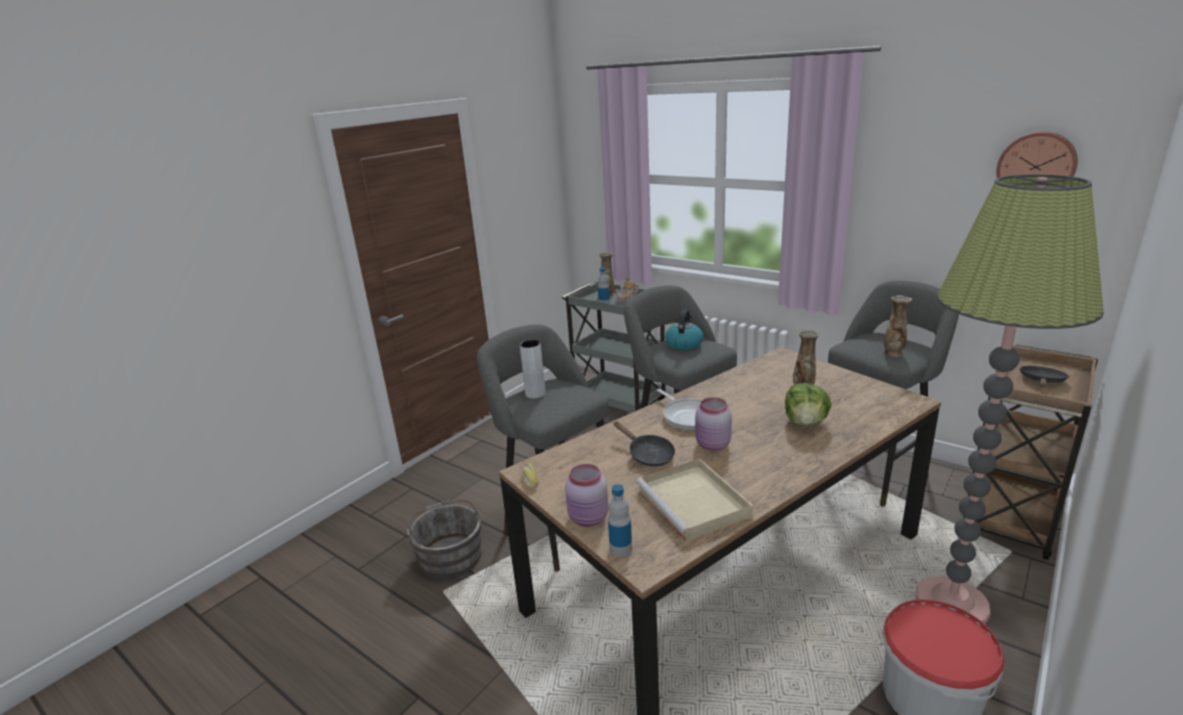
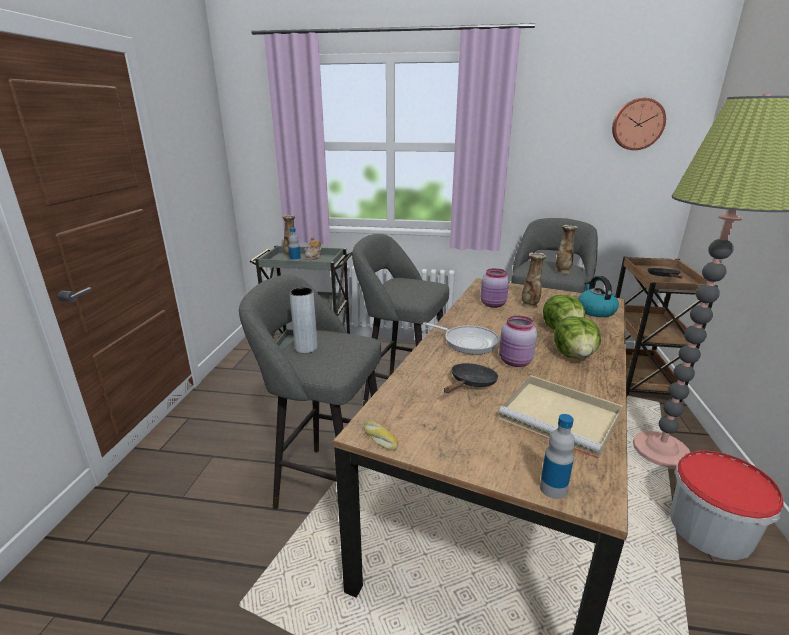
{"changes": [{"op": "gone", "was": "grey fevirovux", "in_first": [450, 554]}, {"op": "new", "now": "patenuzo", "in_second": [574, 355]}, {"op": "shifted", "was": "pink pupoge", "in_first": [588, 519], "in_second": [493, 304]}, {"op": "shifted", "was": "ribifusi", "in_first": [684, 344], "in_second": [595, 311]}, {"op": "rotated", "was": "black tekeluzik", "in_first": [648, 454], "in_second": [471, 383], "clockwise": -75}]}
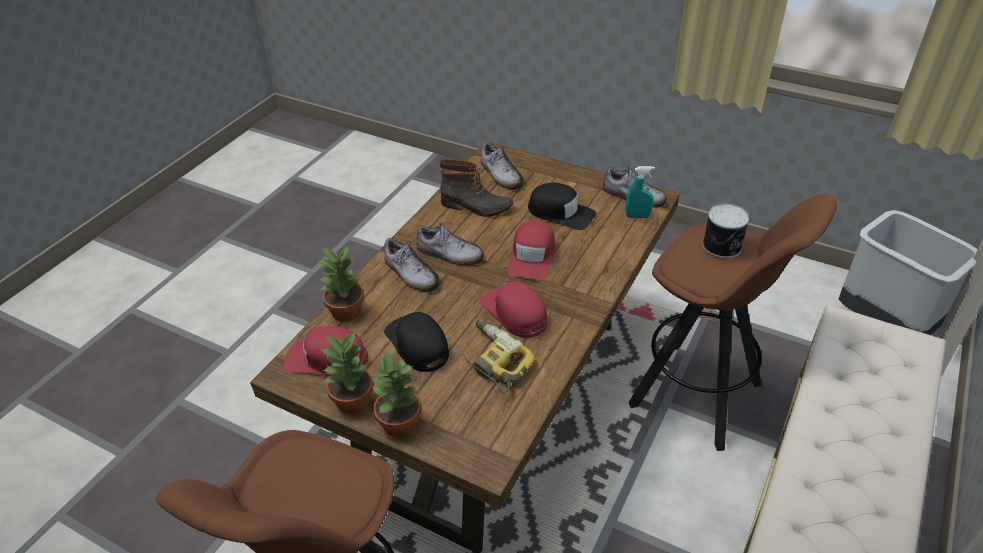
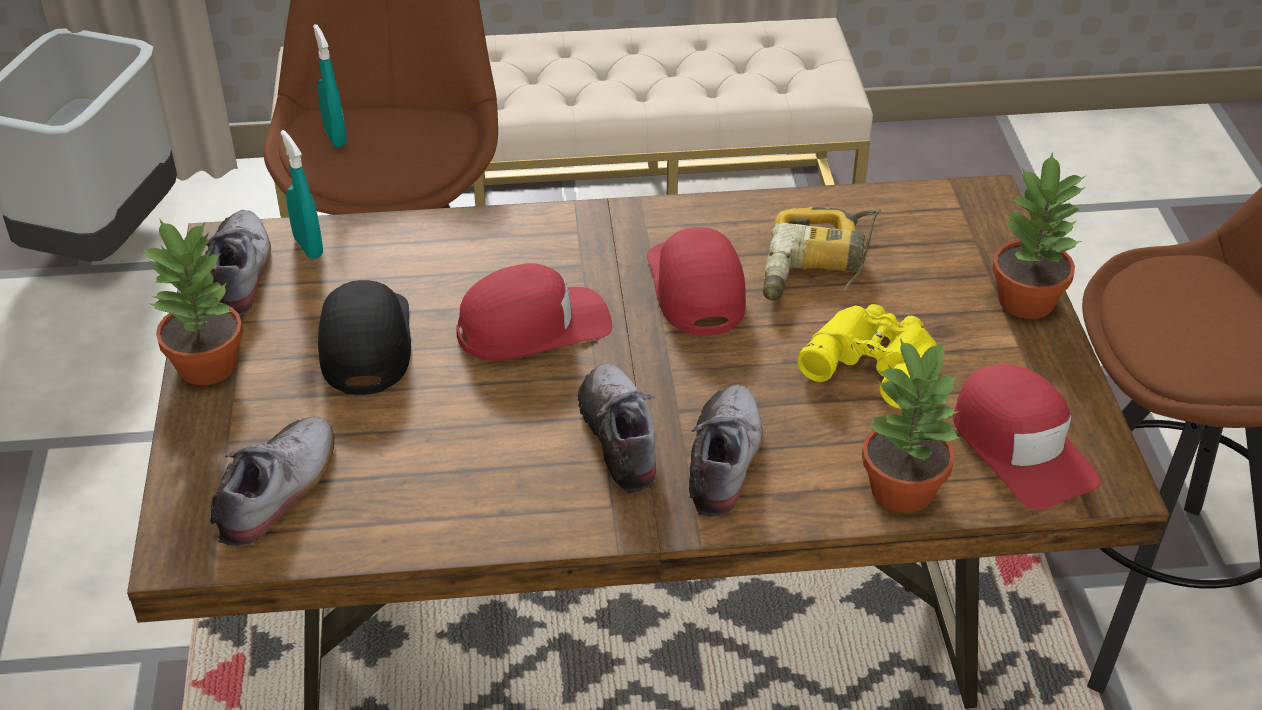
{"changes": [{"op": "gone", "was": "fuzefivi", "in_first": [476, 207]}, {"op": "shifted", "was": "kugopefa", "in_first": [354, 402], "in_second": [208, 364]}, {"op": "swapped", "was": "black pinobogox", "now": "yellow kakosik", "in_first": [417, 344], "in_second": [873, 360]}, {"op": "swapped", "was": "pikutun", "now": "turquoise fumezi", "in_first": [722, 246], "in_second": [335, 136]}, {"op": "rotated", "was": "red pinobogox", "in_first": [514, 312], "in_second": [696, 288], "clockwise": 150}]}
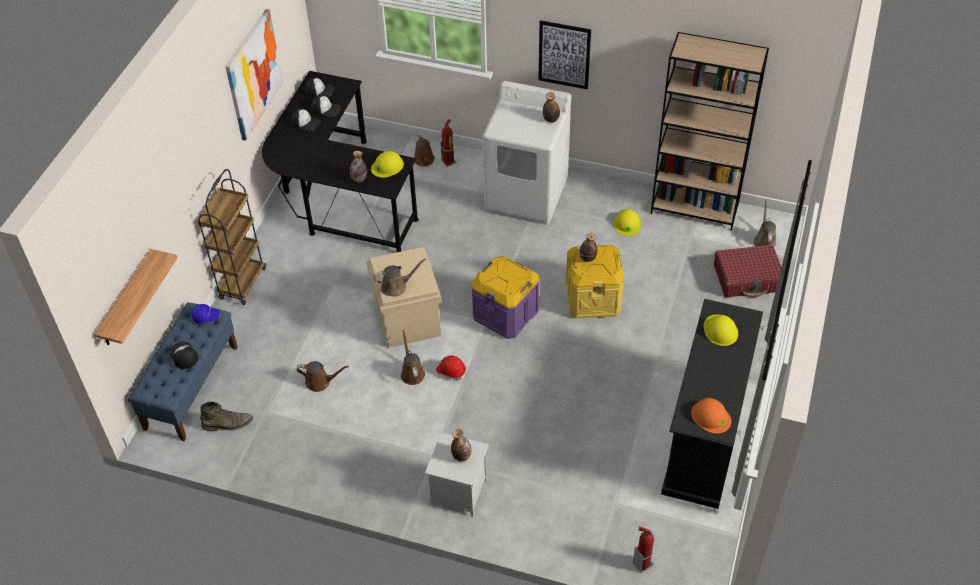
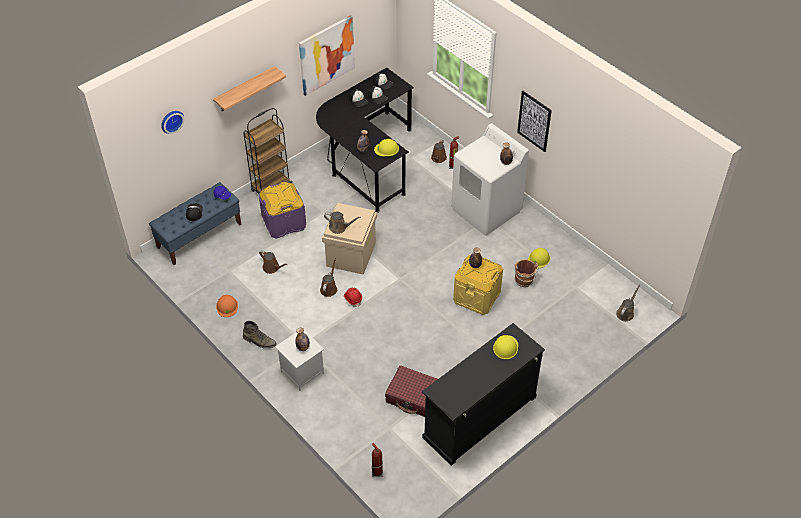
{"changes": [{"op": "gone", "was": "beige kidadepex", "in_first": [695, 209]}, {"op": "new", "now": "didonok", "in_second": [171, 121]}, {"op": "new", "now": "brown fevirovux", "in_second": [524, 281]}, {"op": "shifted", "was": "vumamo", "in_first": [126, 300], "in_second": [245, 89]}, {"op": "shifted", "was": "green fuzefivi", "in_first": [228, 424], "in_second": [259, 341]}, {"op": "shifted", "was": "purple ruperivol", "in_first": [505, 313], "in_second": [284, 222]}, {"op": "shifted", "was": "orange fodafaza", "in_first": [711, 416], "in_second": [227, 306]}, {"op": "shifted", "was": "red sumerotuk", "in_first": [747, 278], "in_second": [414, 396]}]}
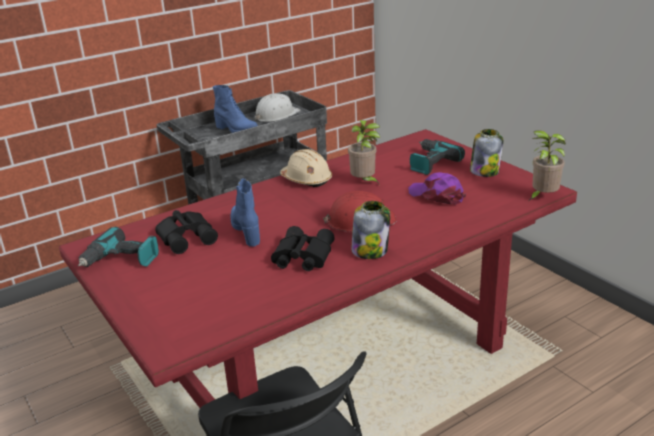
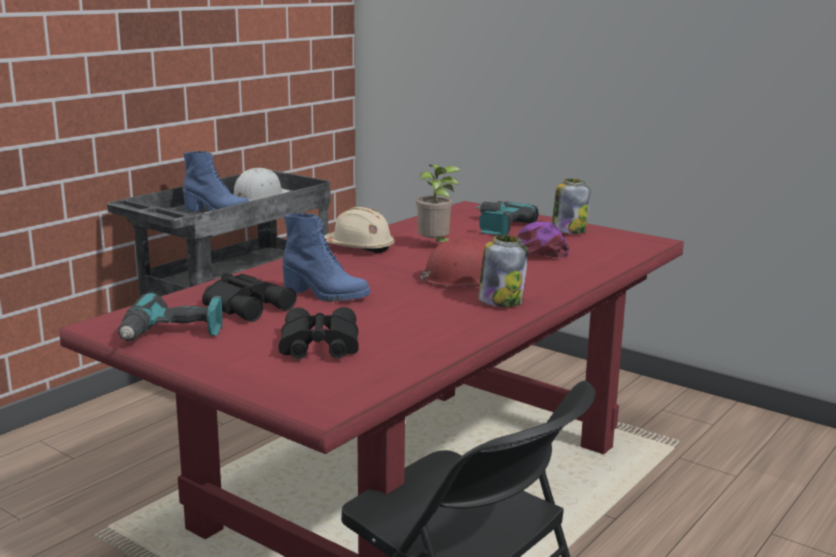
{"changes": [{"op": "gone", "was": "kugopefa", "in_first": [542, 197]}, {"op": "shifted", "was": "black kakosik", "in_first": [301, 257], "in_second": [317, 346]}, {"op": "rotated", "was": "blue fuzefivi", "in_first": [247, 230], "in_second": [325, 295], "clockwise": 150}]}
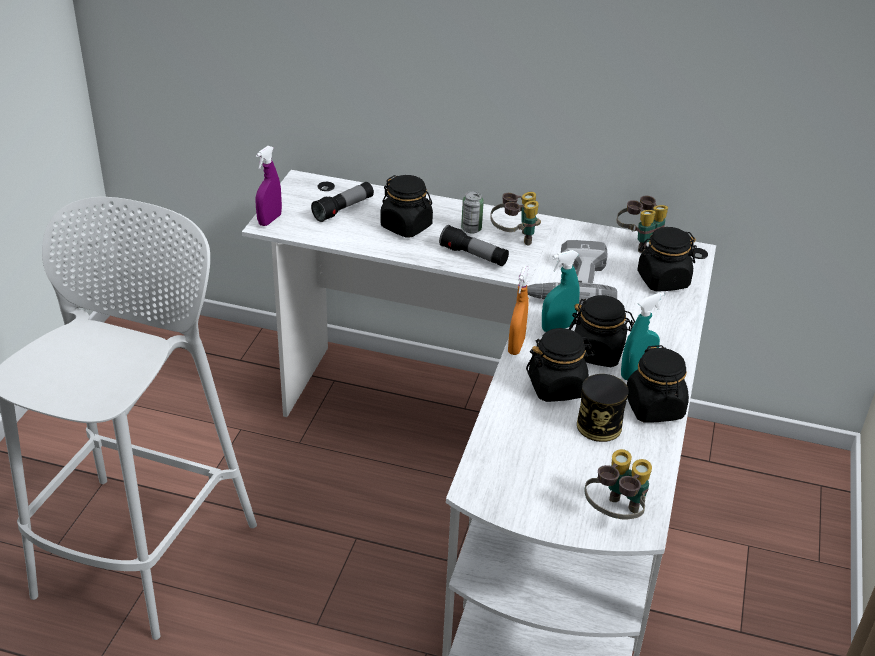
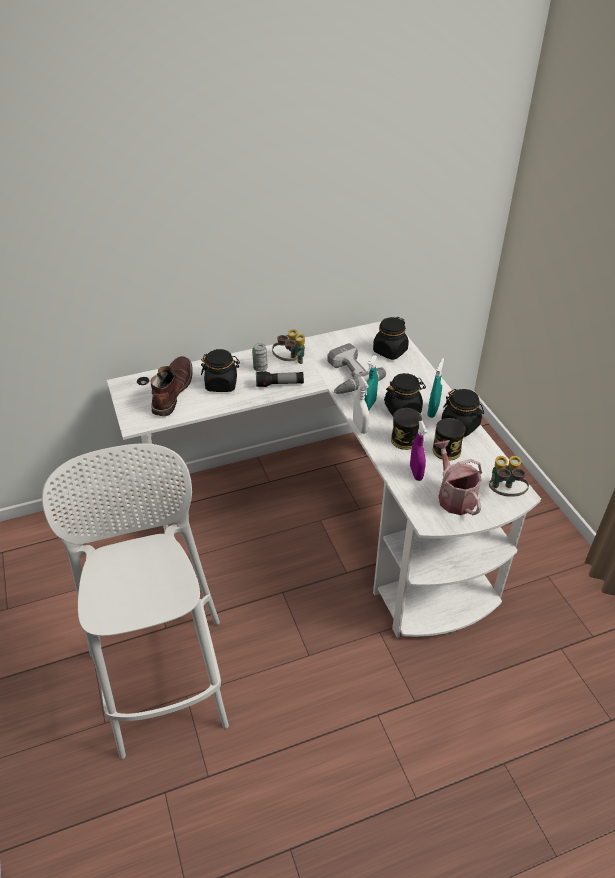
{"changes": [{"op": "gone", "was": "kakosik", "in_first": [639, 242]}, {"op": "new", "now": "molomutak", "in_second": [454, 496]}, {"op": "shifted", "was": "purple fumezi", "in_first": [270, 220], "in_second": [416, 473]}, {"op": "swapped", "was": "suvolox", "now": "brown fuzefivi", "in_first": [343, 209], "in_second": [171, 391]}, {"op": "swapped", "was": "black pupoge", "now": "pikutun", "in_first": [557, 387], "in_second": [404, 440]}, {"op": "repainted", "was": "orange fumezi", "now": "white fumezi", "in_first": [516, 346], "in_second": [360, 427]}]}
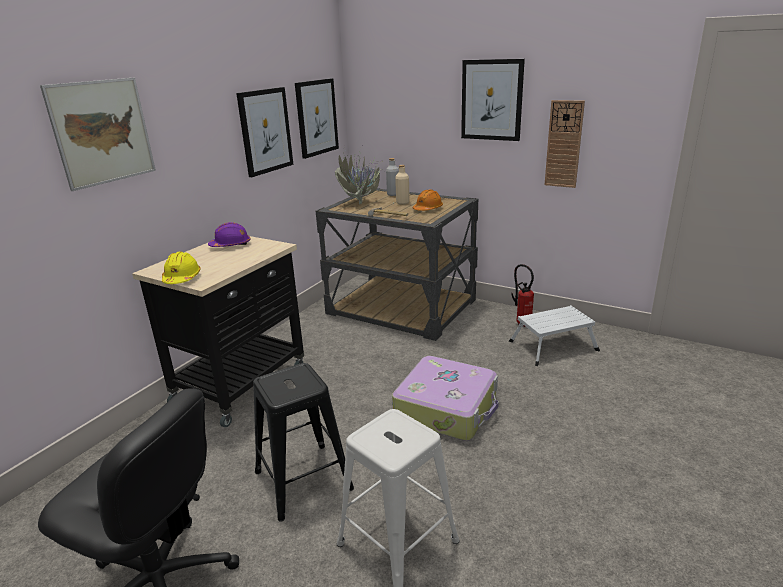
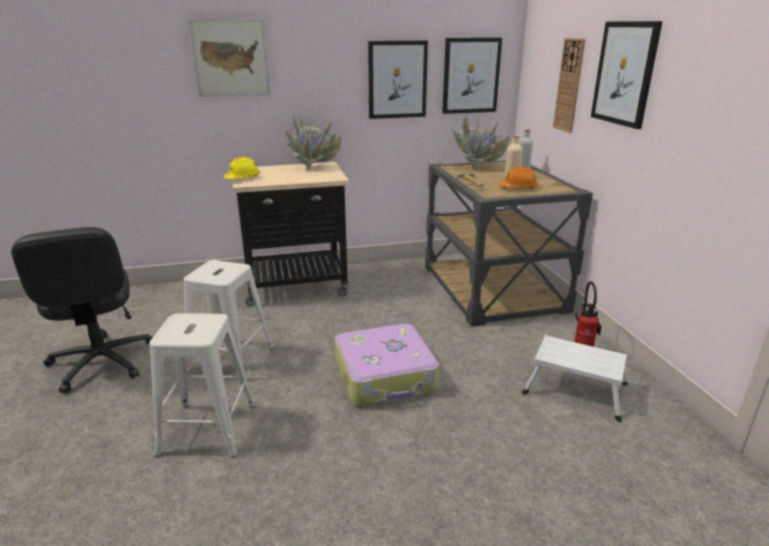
{"changes": [{"op": "shifted", "was": "didonok", "in_first": [564, 144], "in_second": [569, 85]}, {"op": "swapped", "was": "purple fodafaza", "now": "kugopefa", "in_first": [231, 245], "in_second": [313, 168]}, {"op": "repainted", "was": "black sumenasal", "now": "white sumenasal", "in_first": [303, 480], "in_second": [230, 359]}]}
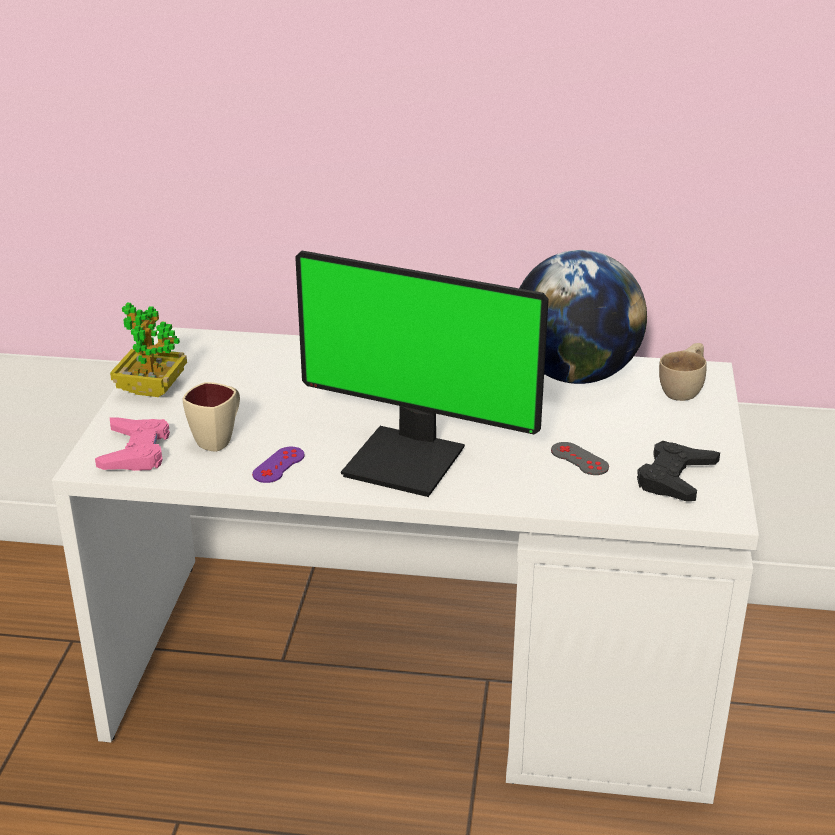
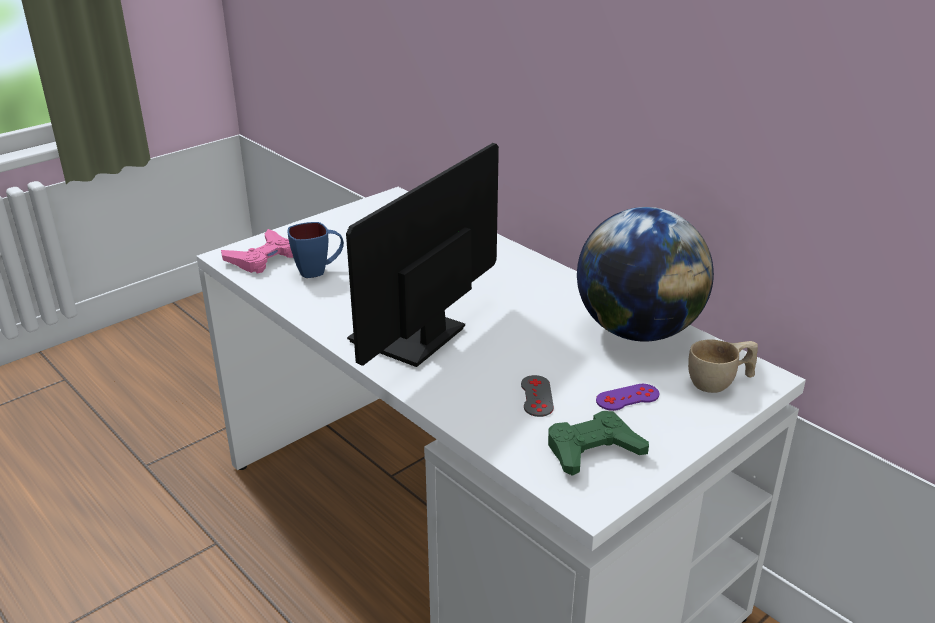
{"changes": [{"op": "gone", "was": "kugopefa", "in_first": [151, 389]}, {"op": "shifted", "was": "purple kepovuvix", "in_first": [278, 465], "in_second": [627, 397]}, {"op": "repainted", "was": "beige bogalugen", "now": "blue bogalugen", "in_first": [219, 439], "in_second": [319, 271]}, {"op": "repainted", "was": "black kepovuvix", "now": "green kepovuvix", "in_first": [675, 478], "in_second": [593, 450]}, {"op": "rotated", "was": "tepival", "in_first": [408, 460], "in_second": [411, 338], "clockwise": 60}]}
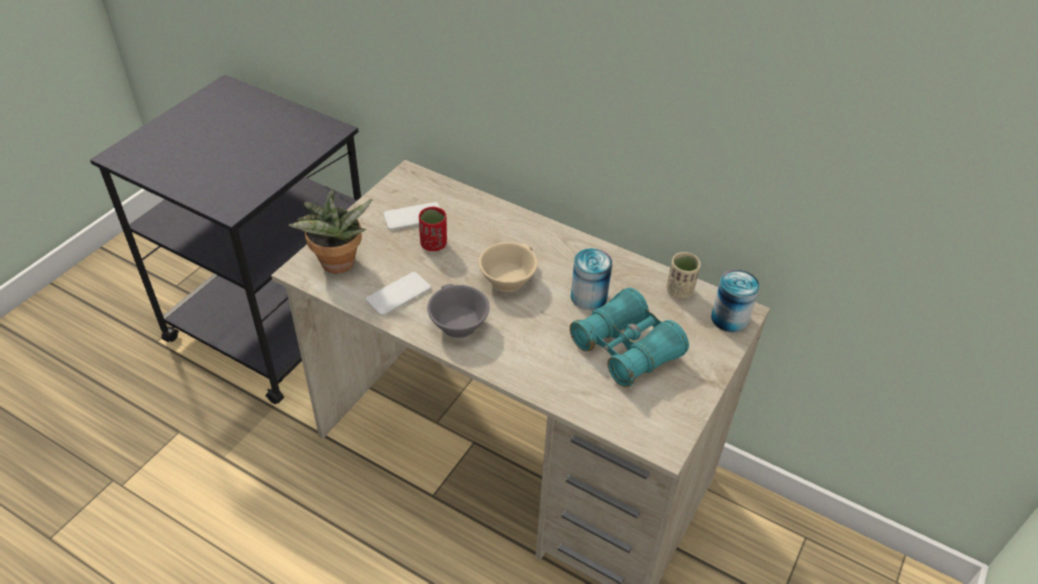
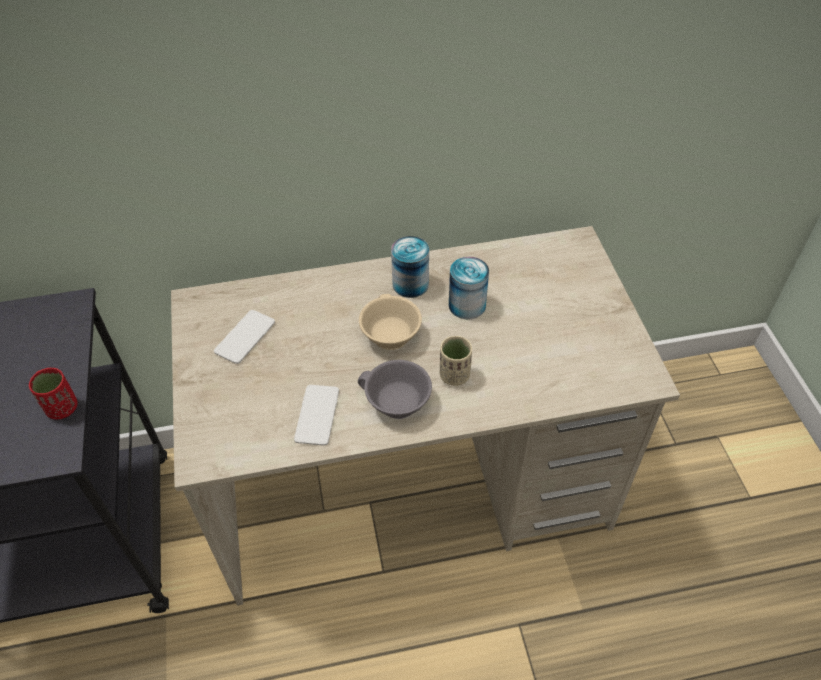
{"changes": [{"op": "gone", "was": "kugopefa", "in_first": [338, 266]}, {"op": "gone", "was": "turquoise kakosik", "in_first": [626, 349]}, {"op": "shifted", "was": "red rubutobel", "in_first": [433, 244], "in_second": [62, 408]}, {"op": "shifted", "was": "beige rubutobel", "in_first": [679, 290], "in_second": [454, 375]}, {"op": "shifted", "was": "pikutun", "in_first": [729, 318], "in_second": [410, 284]}]}
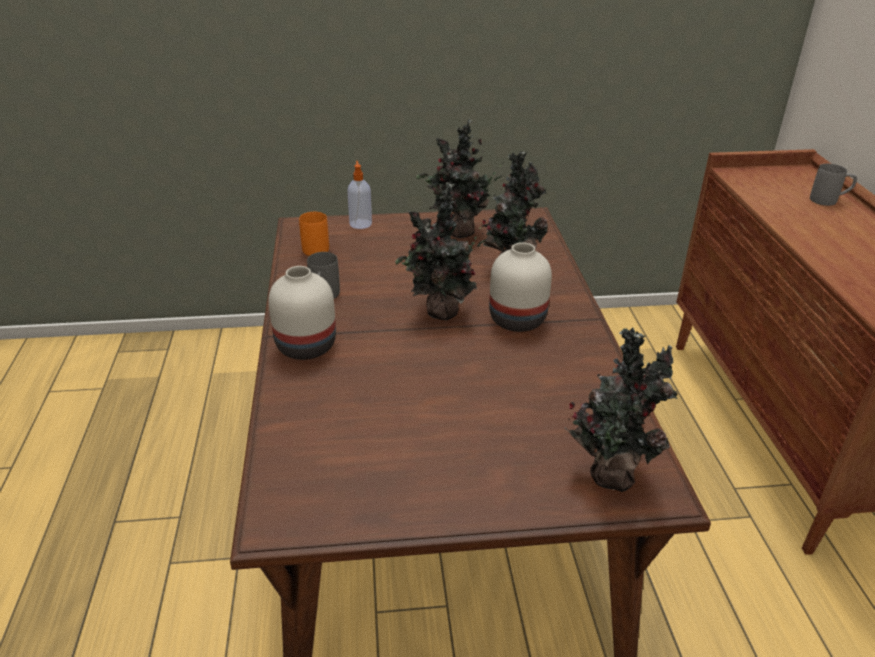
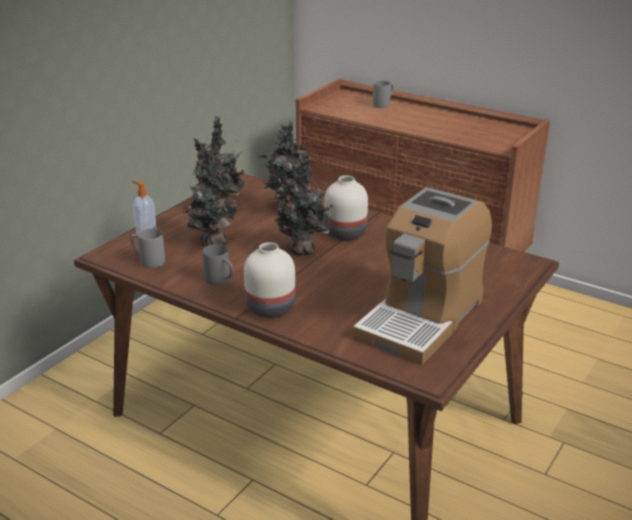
{"changes": [{"op": "new", "now": "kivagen", "in_second": [421, 318]}, {"op": "shifted", "was": "kugopefa", "in_first": [611, 473], "in_second": [211, 243]}, {"op": "repainted", "was": "orange bogalugen", "now": "grey bogalugen", "in_first": [314, 247], "in_second": [148, 261]}]}
